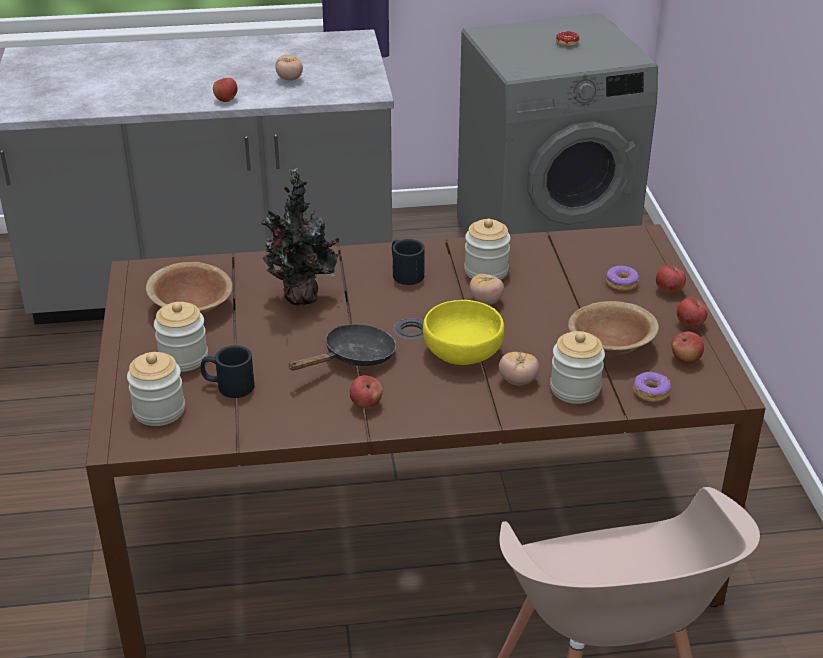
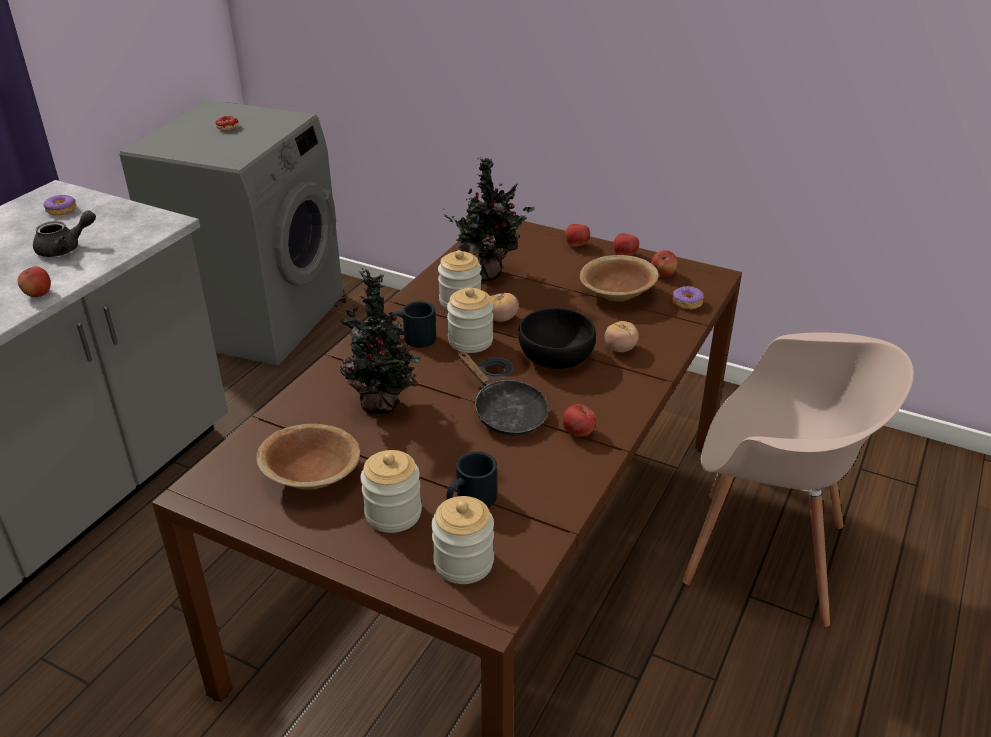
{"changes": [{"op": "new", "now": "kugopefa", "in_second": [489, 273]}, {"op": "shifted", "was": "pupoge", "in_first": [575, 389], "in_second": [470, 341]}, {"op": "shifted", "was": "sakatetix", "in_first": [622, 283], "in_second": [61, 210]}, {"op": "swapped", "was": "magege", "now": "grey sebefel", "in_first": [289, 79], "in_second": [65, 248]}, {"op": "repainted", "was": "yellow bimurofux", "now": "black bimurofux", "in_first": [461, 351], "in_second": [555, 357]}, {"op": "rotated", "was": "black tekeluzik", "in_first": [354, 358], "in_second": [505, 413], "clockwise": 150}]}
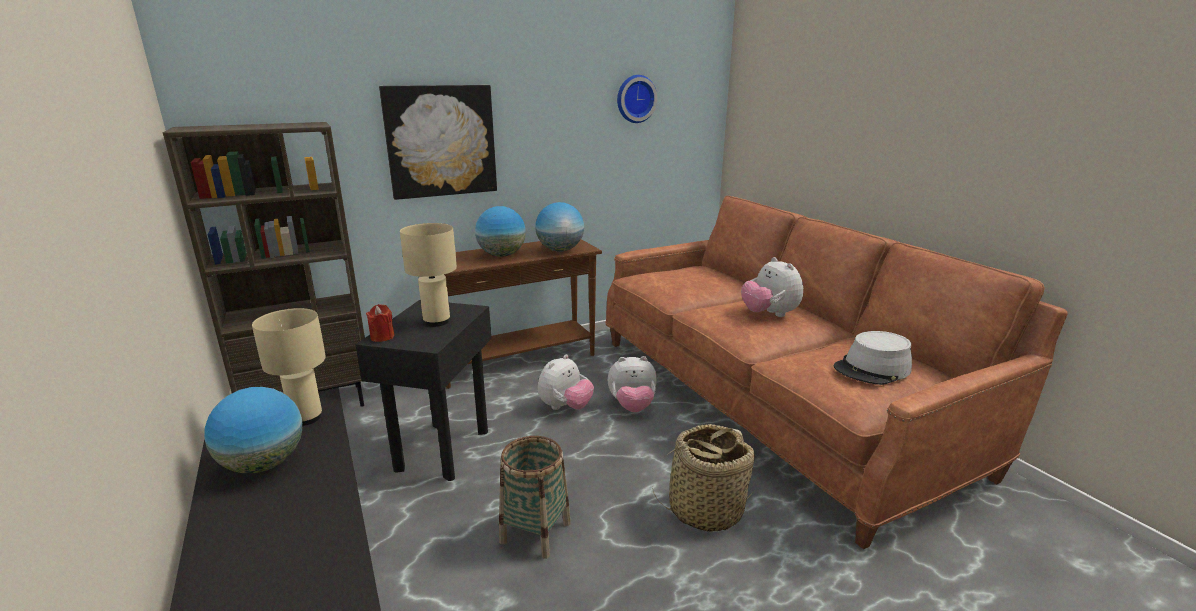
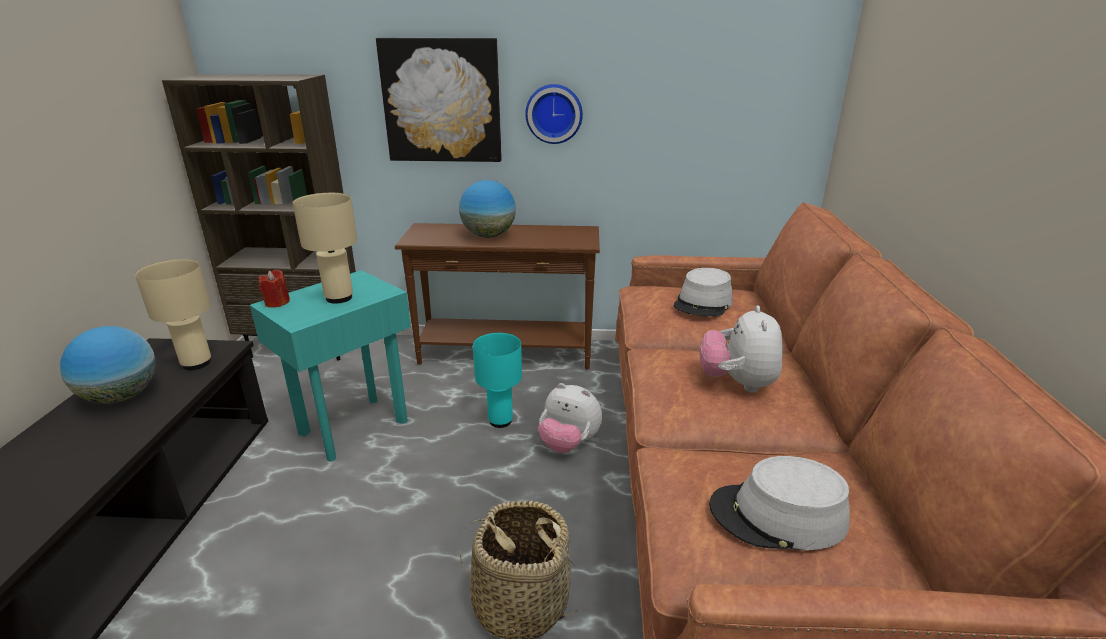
{"changes": [{"op": "gone", "was": "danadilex", "in_first": [535, 532]}, {"op": "gone", "was": "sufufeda", "in_first": [560, 250]}, {"op": "new", "now": "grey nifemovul", "in_second": [703, 303]}, {"op": "shifted", "was": "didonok", "in_first": [635, 99], "in_second": [554, 113]}, {"op": "swapped", "was": "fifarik", "now": "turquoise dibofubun", "in_first": [565, 407], "in_second": [501, 420]}, {"op": "repainted", "was": "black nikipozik", "now": "turquoise nikipozik", "in_first": [442, 450], "in_second": [352, 426]}]}
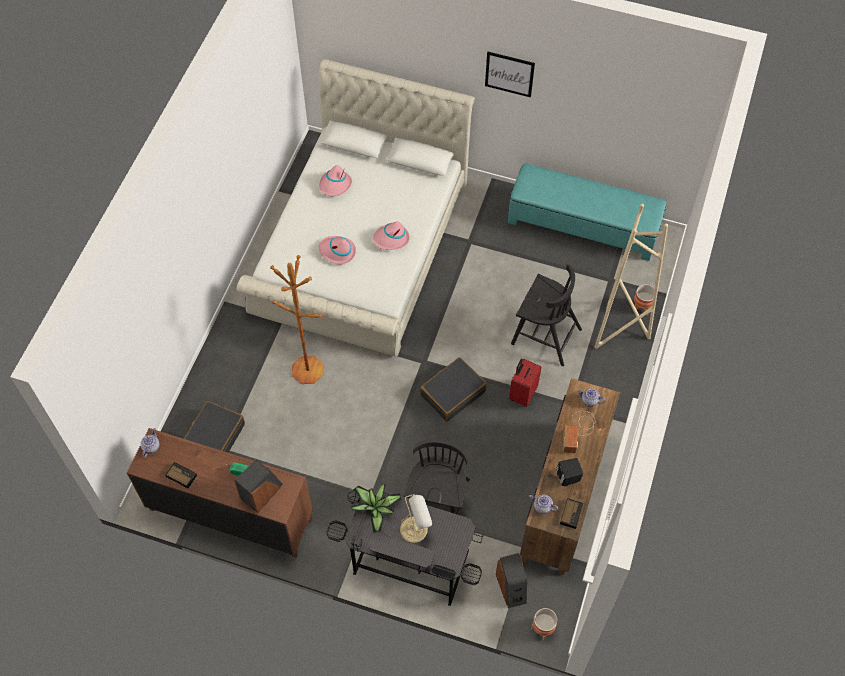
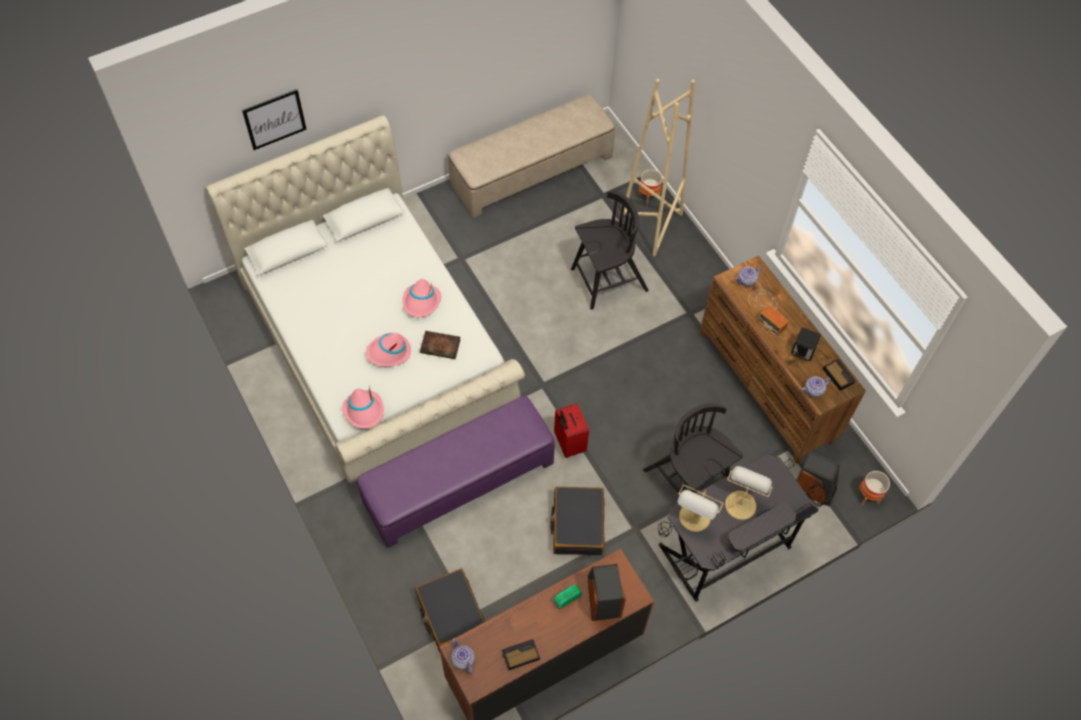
{"changes": [{"op": "new", "now": "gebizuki", "in_second": [441, 346]}, {"op": "shifted", "was": "pink nifemovul", "in_first": [335, 185], "in_second": [364, 411]}, {"op": "shifted", "was": "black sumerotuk", "in_first": [452, 393], "in_second": [577, 525]}, {"op": "shifted", "was": "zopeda", "in_first": [509, 74], "in_second": [274, 119]}, {"op": "shifted", "was": "red sumerotuk", "in_first": [522, 394], "in_second": [568, 443]}, {"op": "swapped", "was": "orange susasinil", "now": "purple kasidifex", "in_first": [308, 370], "in_second": [459, 481]}, {"op": "swapped", "was": "kugopefa", "now": "dibofubun", "in_first": [376, 508], "in_second": [694, 518]}, {"op": "repainted", "was": "turquoise kasidifex", "now": "beige kasidifex", "in_first": [584, 224], "in_second": [532, 169]}]}
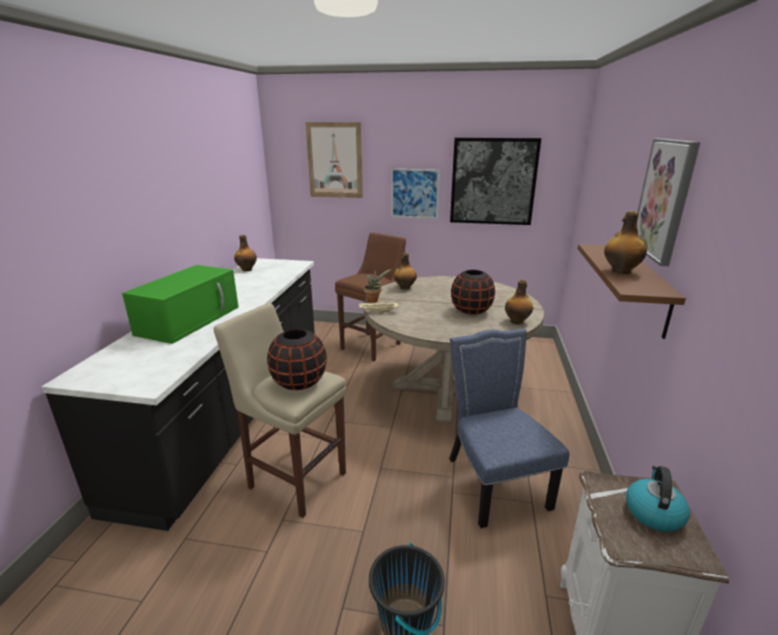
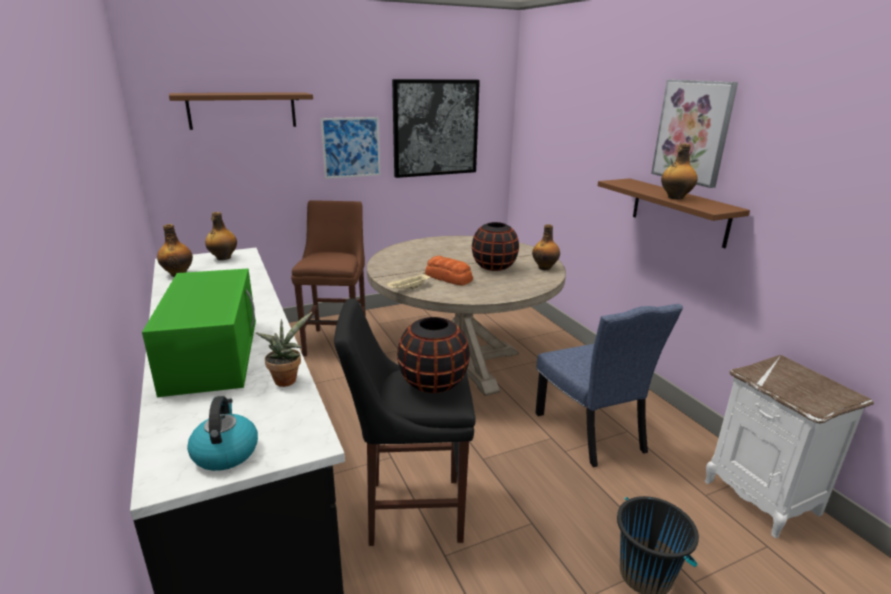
{"changes": [{"op": "new", "now": "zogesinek", "in_second": [449, 278]}, {"op": "shifted", "was": "kugopefa", "in_first": [373, 300], "in_second": [287, 379]}, {"op": "shifted", "was": "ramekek", "in_first": [404, 288], "in_second": [223, 258]}, {"op": "shifted", "was": "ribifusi", "in_first": [653, 512], "in_second": [225, 452]}, {"op": "swapped", "was": "zopeda", "now": "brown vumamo", "in_first": [335, 160], "in_second": [242, 110]}, {"op": "repainted", "was": "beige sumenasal", "now": "black sumenasal", "in_first": [294, 478], "in_second": [409, 510]}, {"op": "rotated", "was": "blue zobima", "in_first": [495, 485], "in_second": [590, 430], "clockwise": -150}]}
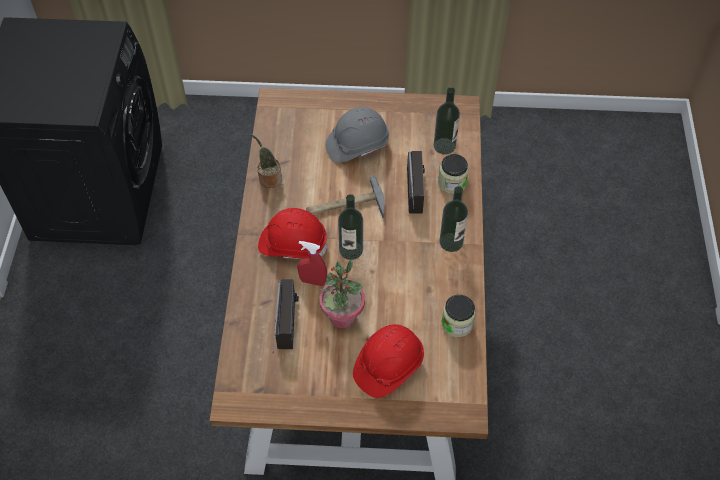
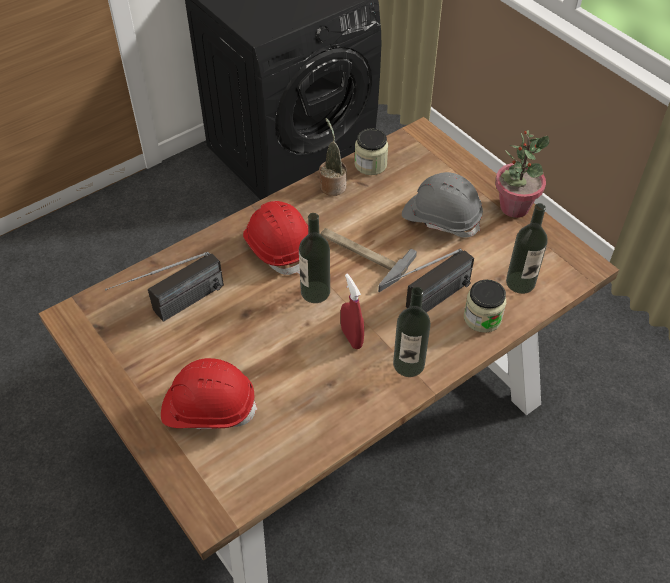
{"changes": [{"op": "shifted", "was": "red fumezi", "in_first": [313, 281], "in_second": [351, 338]}, {"op": "shifted", "was": "kugopefa", "in_first": [342, 316], "in_second": [514, 207]}, {"op": "shifted", "was": "pupoge", "in_first": [457, 323], "in_second": [370, 164]}]}
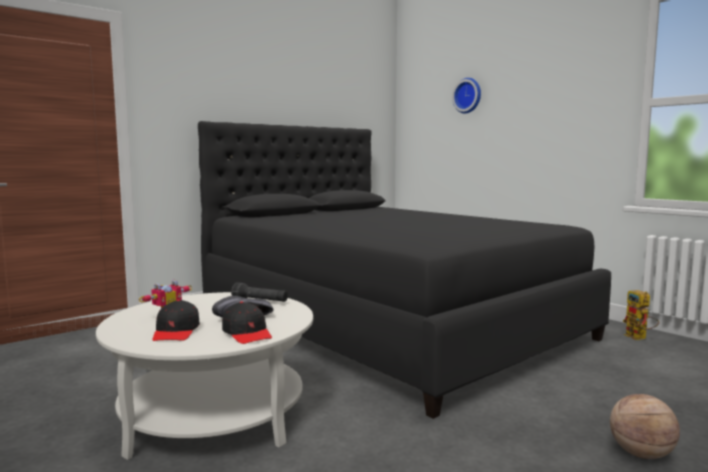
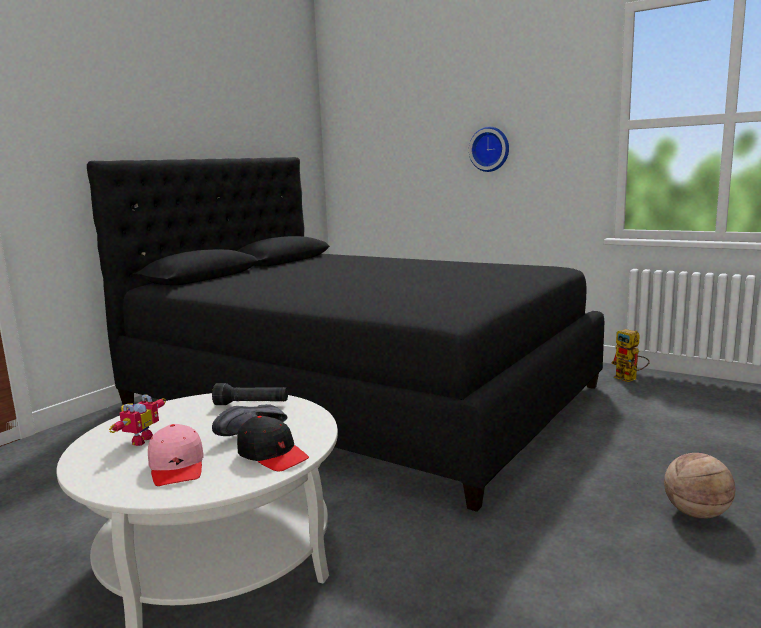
{"changes": [{"op": "shifted", "was": "didonok", "in_first": [468, 95], "in_second": [490, 149]}, {"op": "repainted", "was": "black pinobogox", "now": "pink pinobogox", "in_first": [176, 331], "in_second": [177, 466]}]}
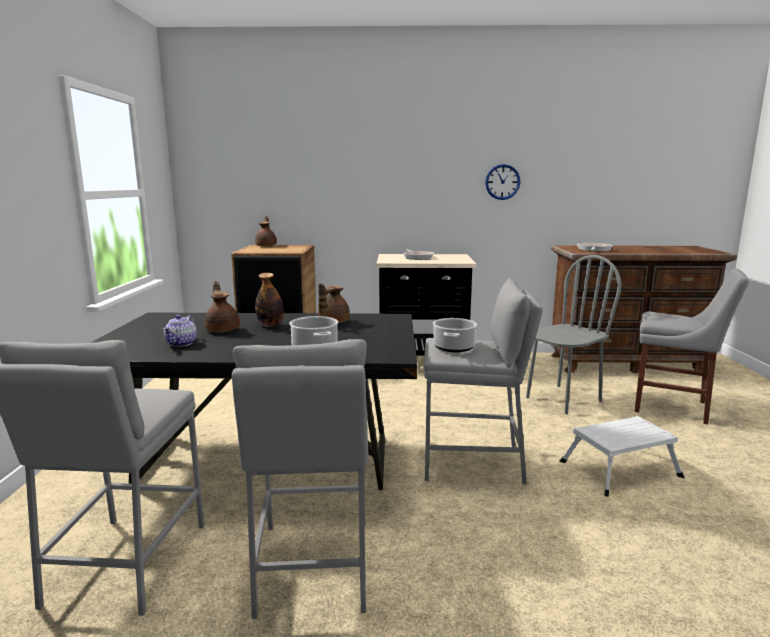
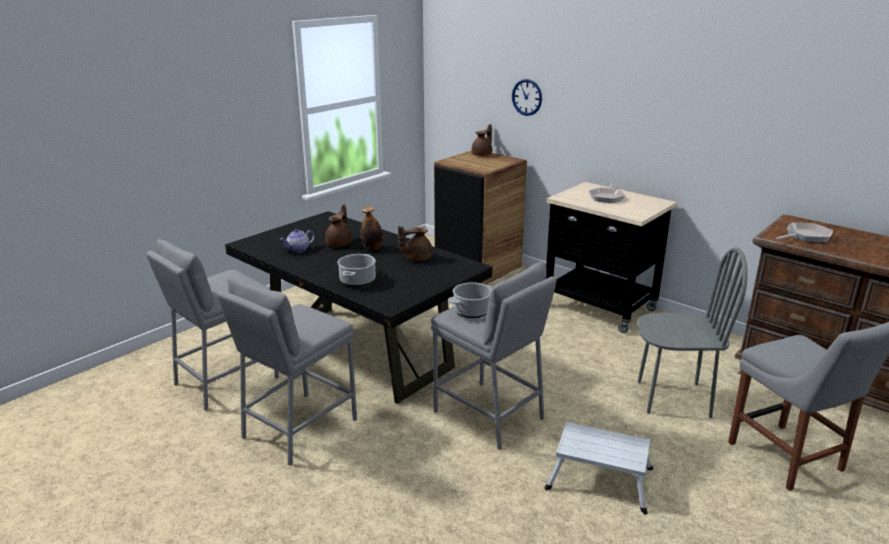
{"changes": [{"op": "shifted", "was": "didonok", "in_first": [502, 182], "in_second": [527, 97]}]}
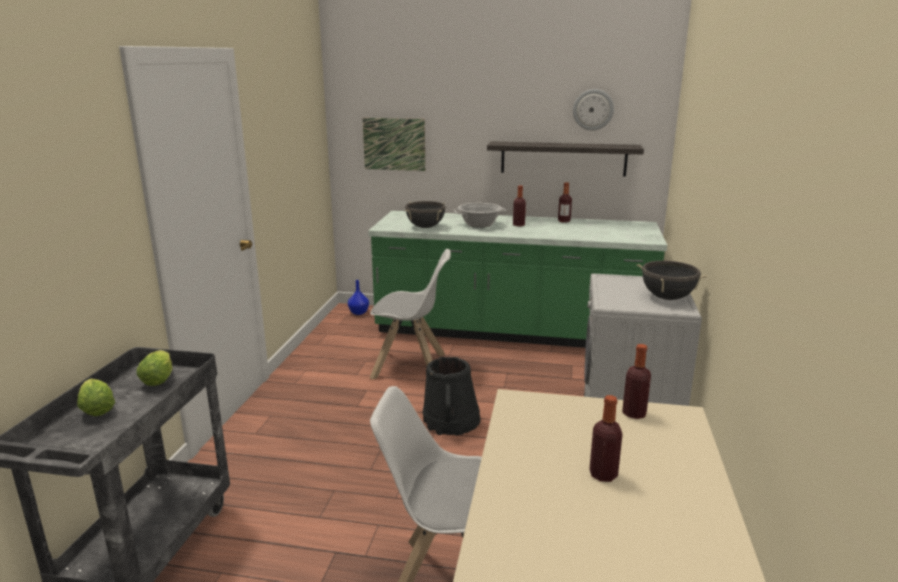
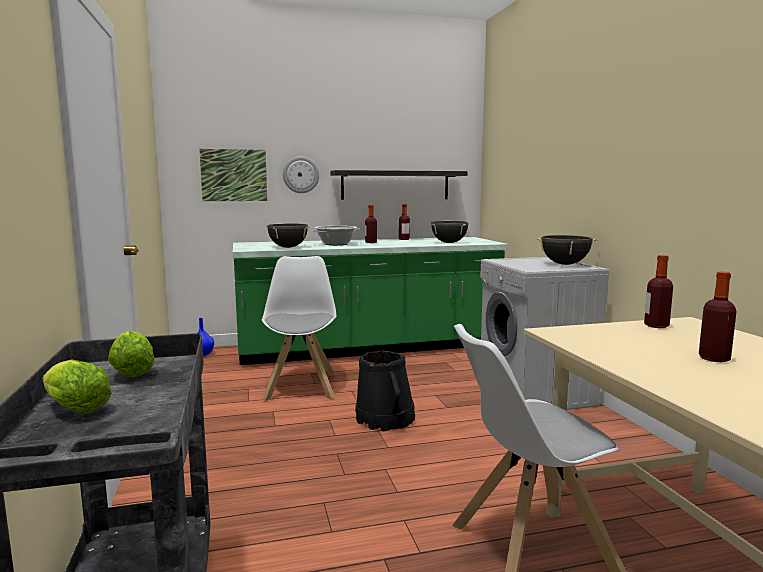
{"changes": [{"op": "new", "now": "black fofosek", "in_second": [449, 243]}, {"op": "shifted", "was": "didonok", "in_first": [593, 109], "in_second": [301, 174]}, {"op": "rotated", "was": "zobima", "in_first": [411, 366], "in_second": [301, 385], "clockwise": -75}]}
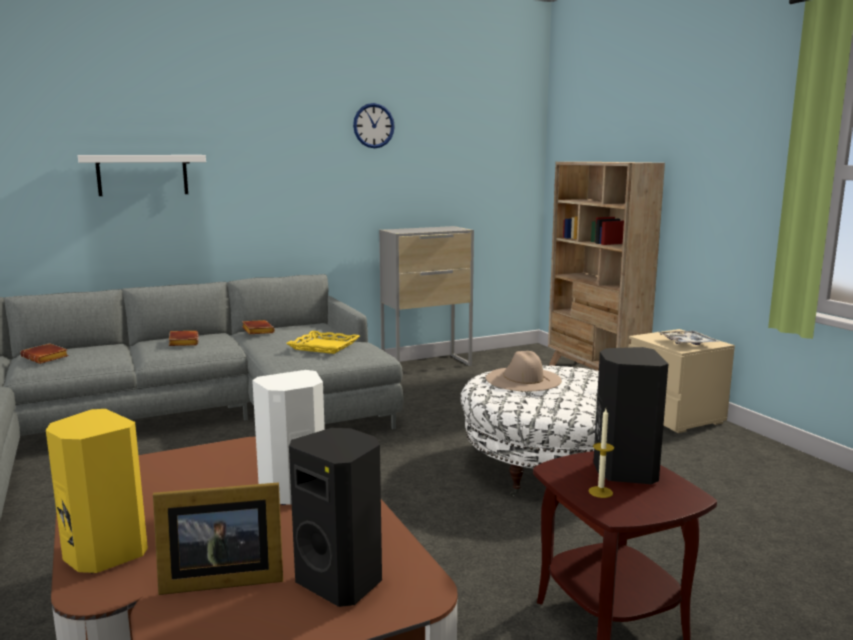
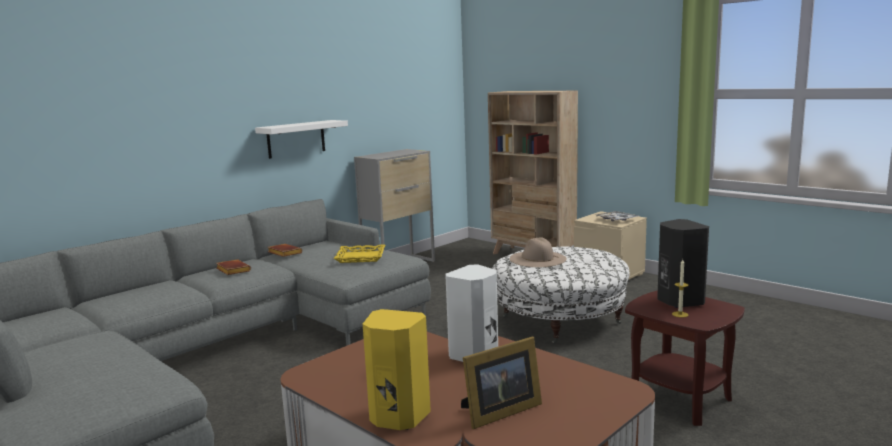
{"changes": [{"op": "gone", "was": "brown gebizuki", "in_first": [47, 358]}, {"op": "gone", "was": "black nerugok", "in_first": [342, 581]}, {"op": "gone", "was": "didonok", "in_first": [373, 125]}, {"op": "shifted", "was": "white vumamo", "in_first": [142, 175], "in_second": [296, 139]}]}
